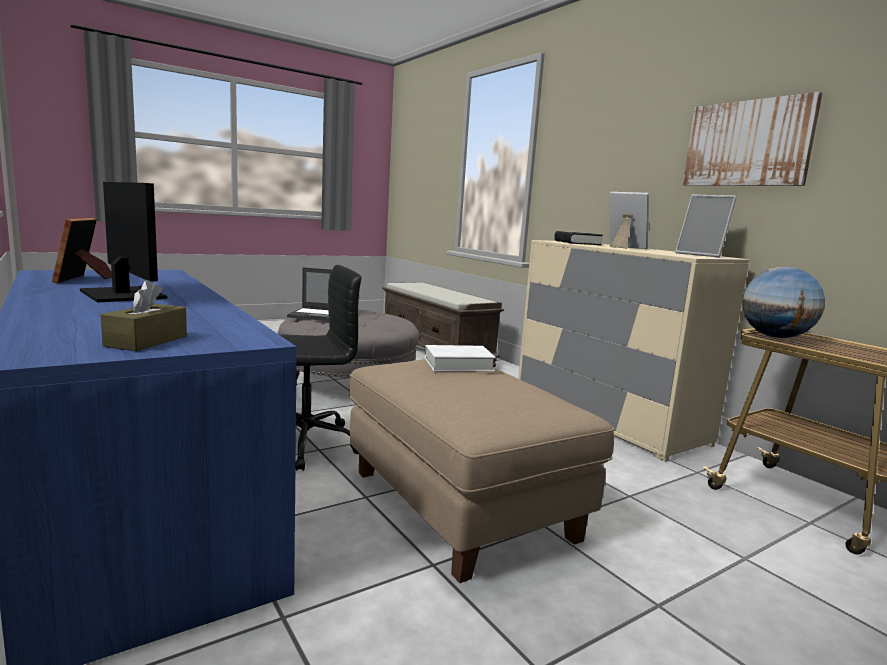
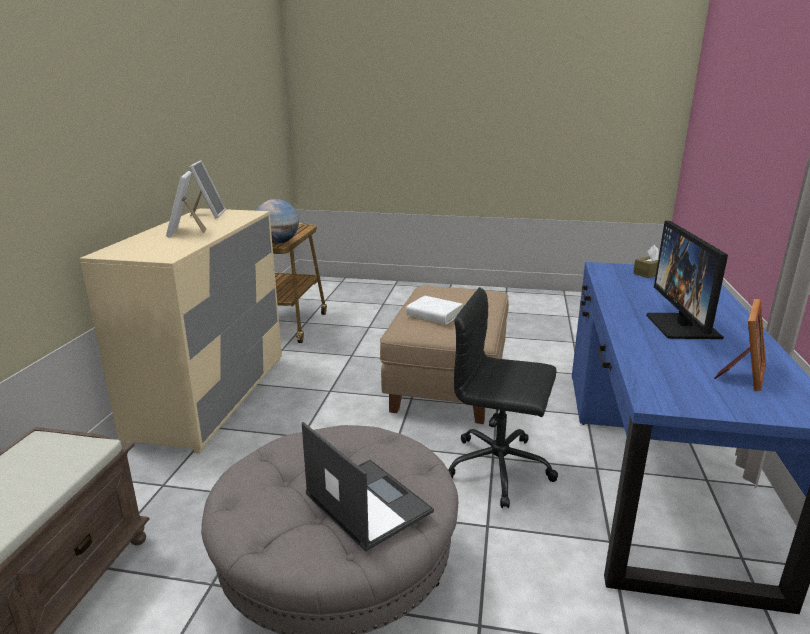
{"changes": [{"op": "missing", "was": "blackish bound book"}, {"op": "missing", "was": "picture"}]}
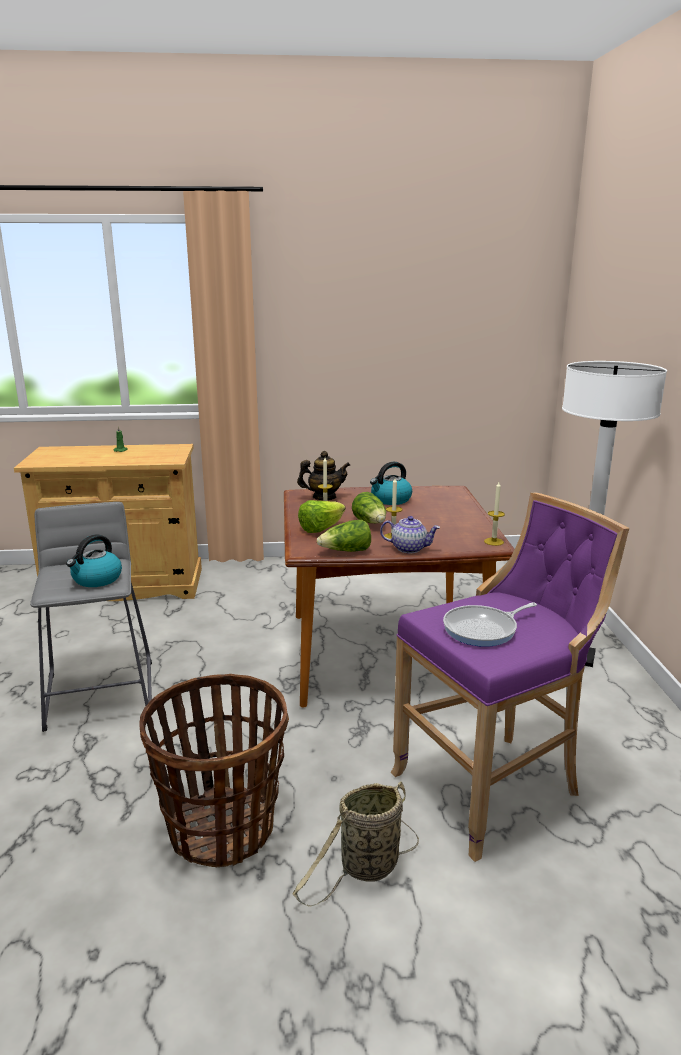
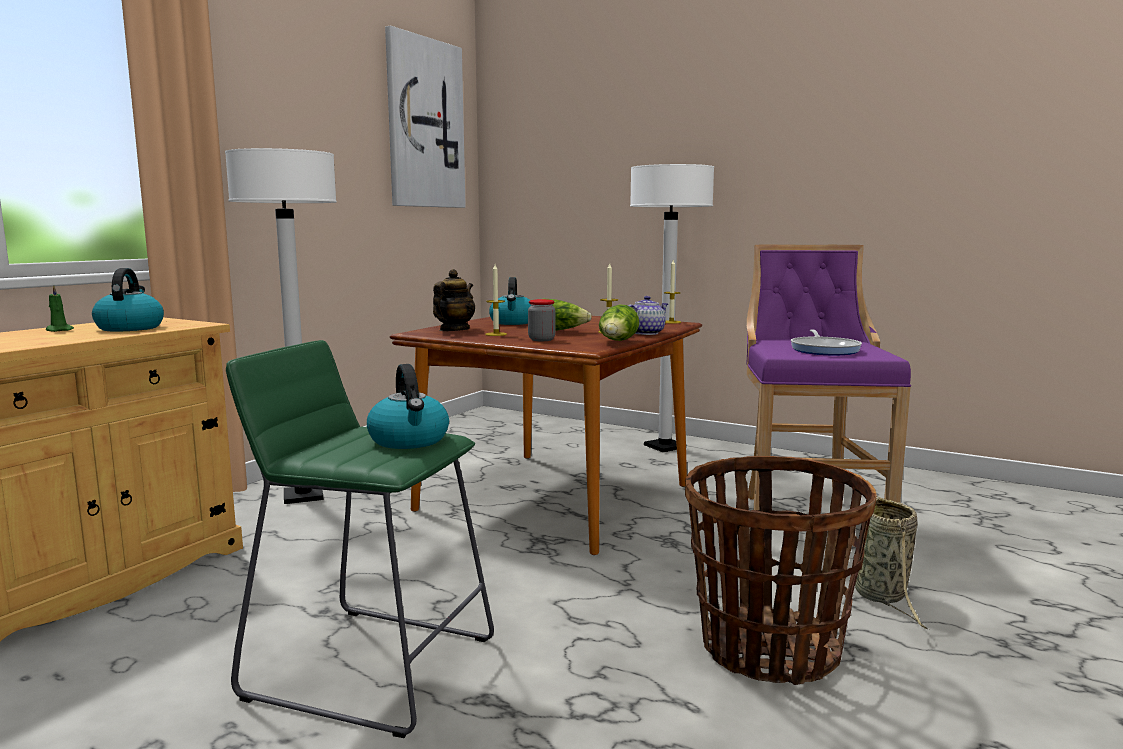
{"changes": [{"op": "colour", "was": "grey stool", "now": "green-coloured stool"}, {"op": "exchanged", "was": "head of lettuce (no. 1 from left)", "now": "jar"}, {"op": "appeared", "now": "water kettle (no. 1 from left)"}, {"op": "appeared", "now": "white standing lamp (no. 1 from left)"}, {"op": "appeared", "now": "picture"}]}
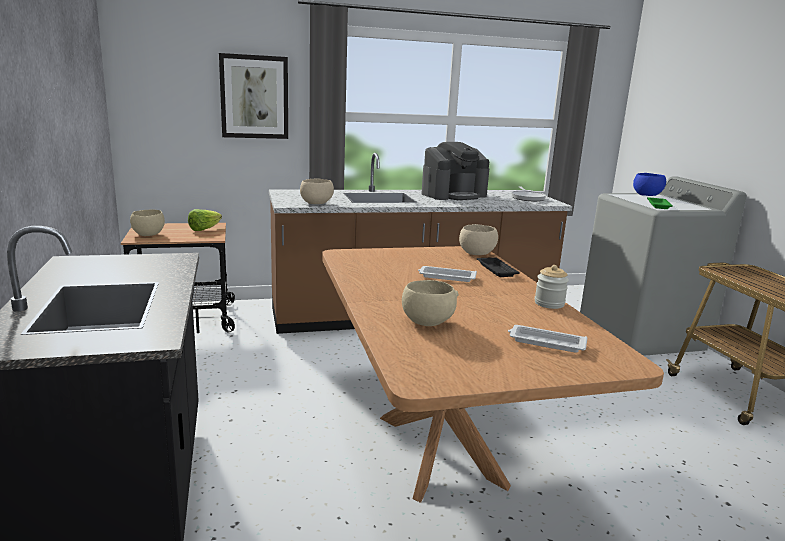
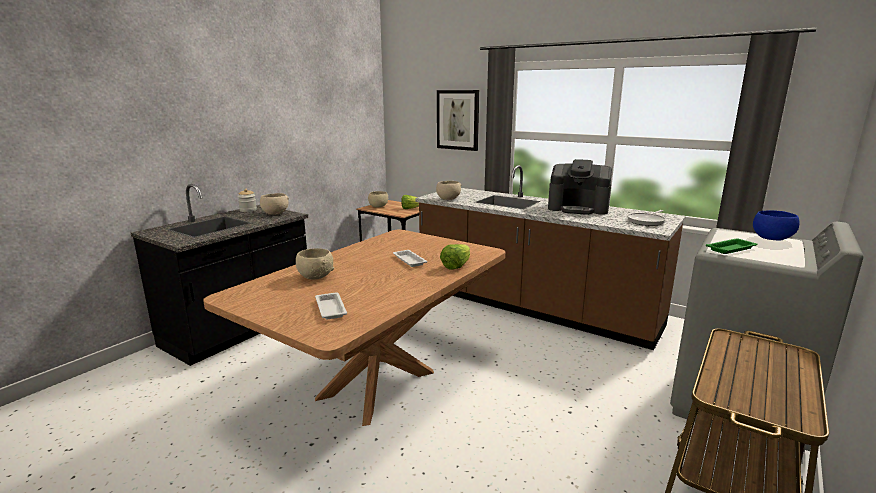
{"changes": [{"op": "relocated", "was": "beige-coloured deep dish (no. 4 from left in the first image)", "now": "beige-coloured deep dish (no. 1 from left)"}, {"op": "exchanged", "was": "blackish carrying tray", "now": "head of lettuce (no. 2 from left)"}, {"op": "relocated", "was": "jar"}]}
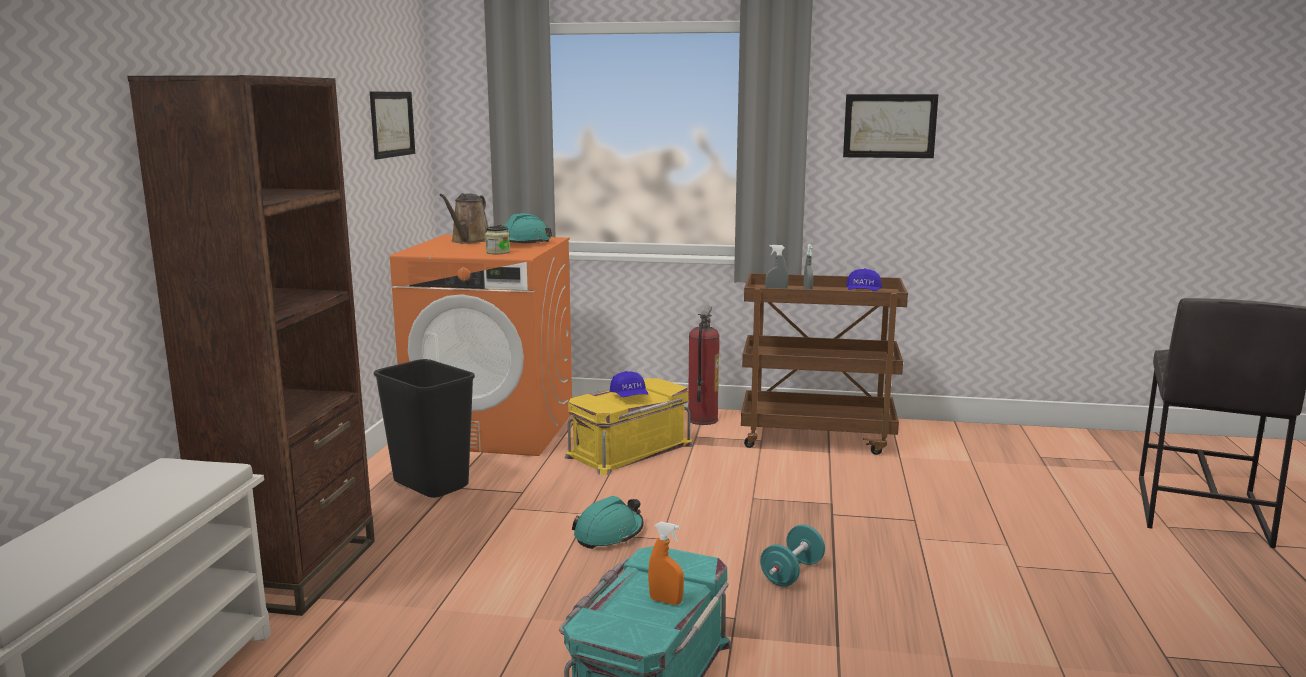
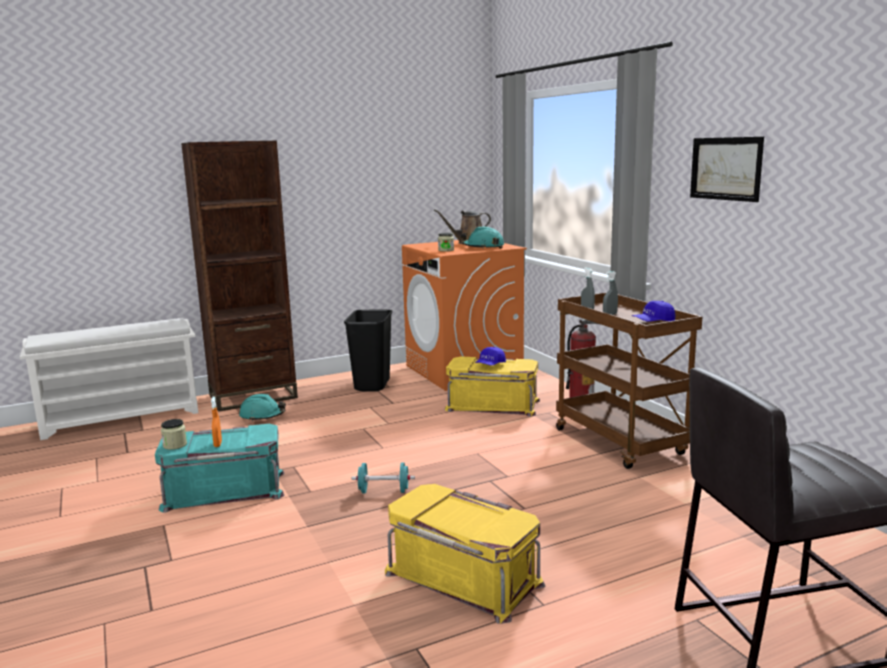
{"changes": [{"op": "missing", "was": "picture (no. 1 from left)"}, {"op": "relocated", "was": "turquoise hard hat (no. 2 from left in the first image)", "now": "turquoise hard hat (no. 1 from left)"}, {"op": "appeared", "now": "jar (no. 1 from left)"}, {"op": "appeared", "now": "yellow-coloured storage bin (no. 1 from left)"}]}
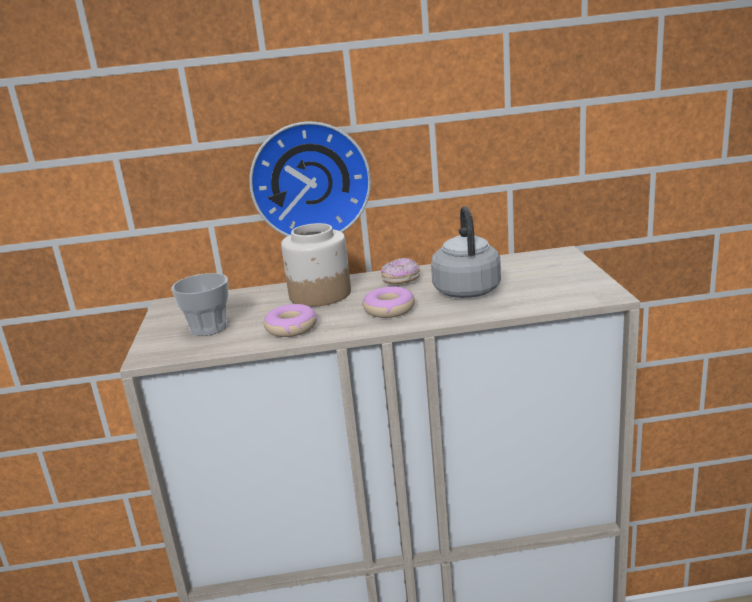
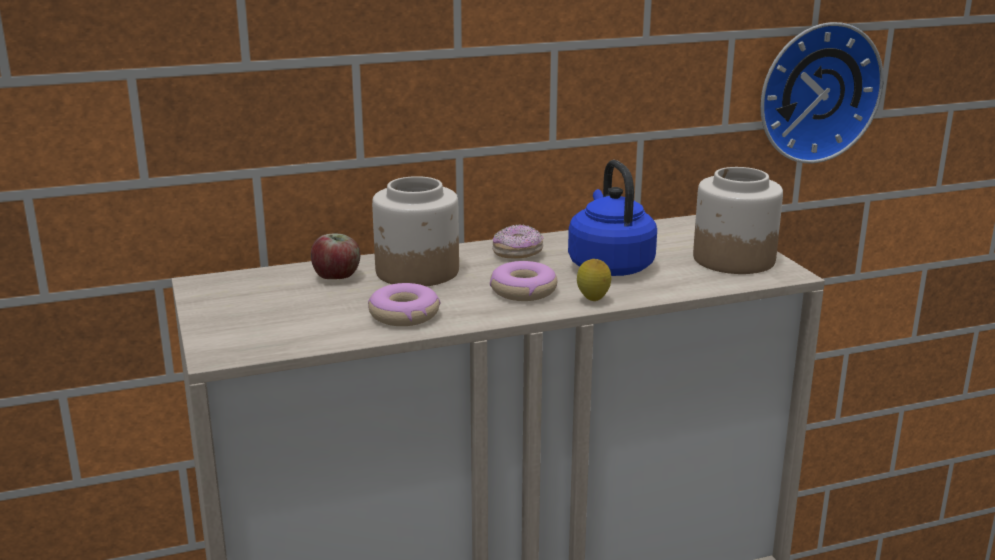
{"changes": [{"op": "missing", "was": "cup"}, {"op": "relocated", "was": "hanging clock"}, {"op": "colour", "was": "grey water kettle", "now": "bluish water kettle"}, {"op": "appeared", "now": "apple fruit"}, {"op": "appeared", "now": "whole lemon"}, {"op": "appeared", "now": "jar (no. 2 from left)"}]}
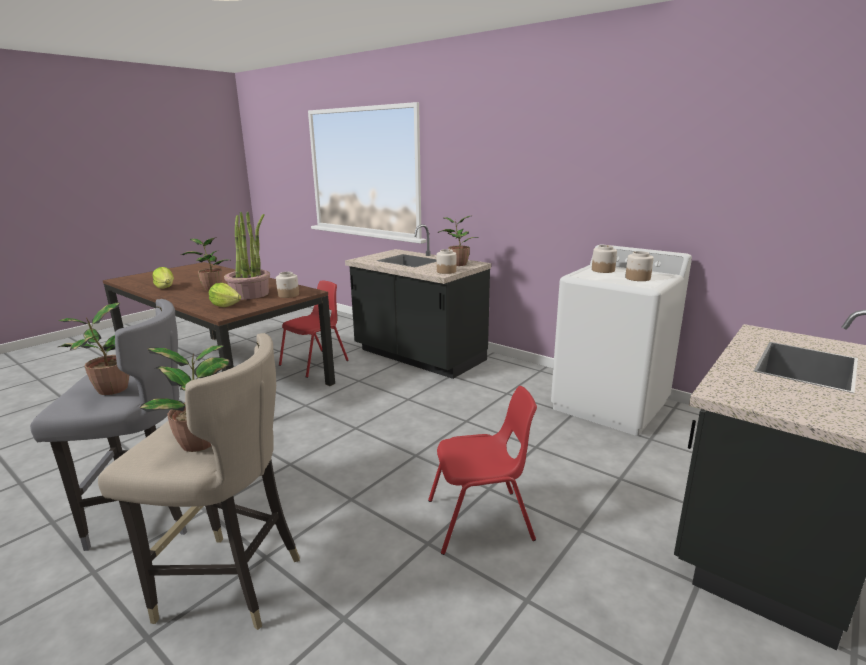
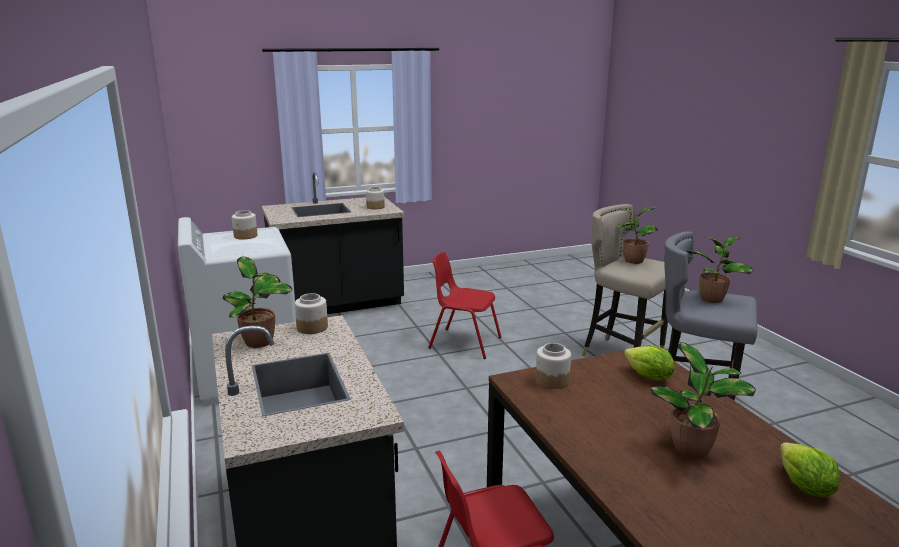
{"changes": [{"op": "missing", "was": "plant in a pot (no. 4 from left)"}, {"op": "relocated", "was": "jar (no. 3 from left)"}]}
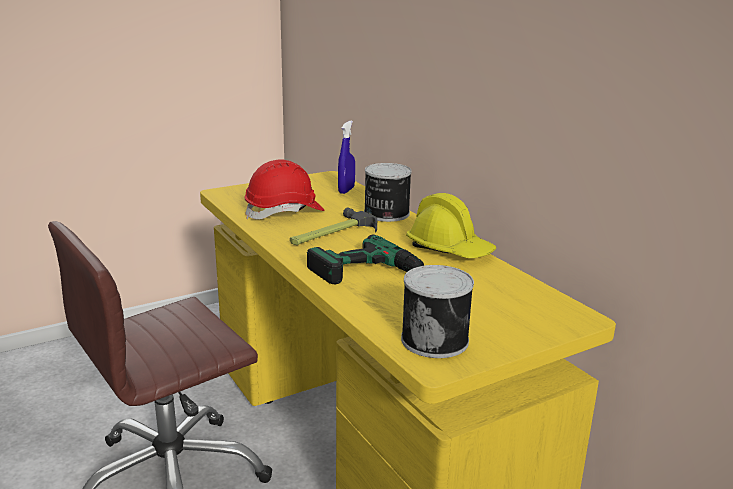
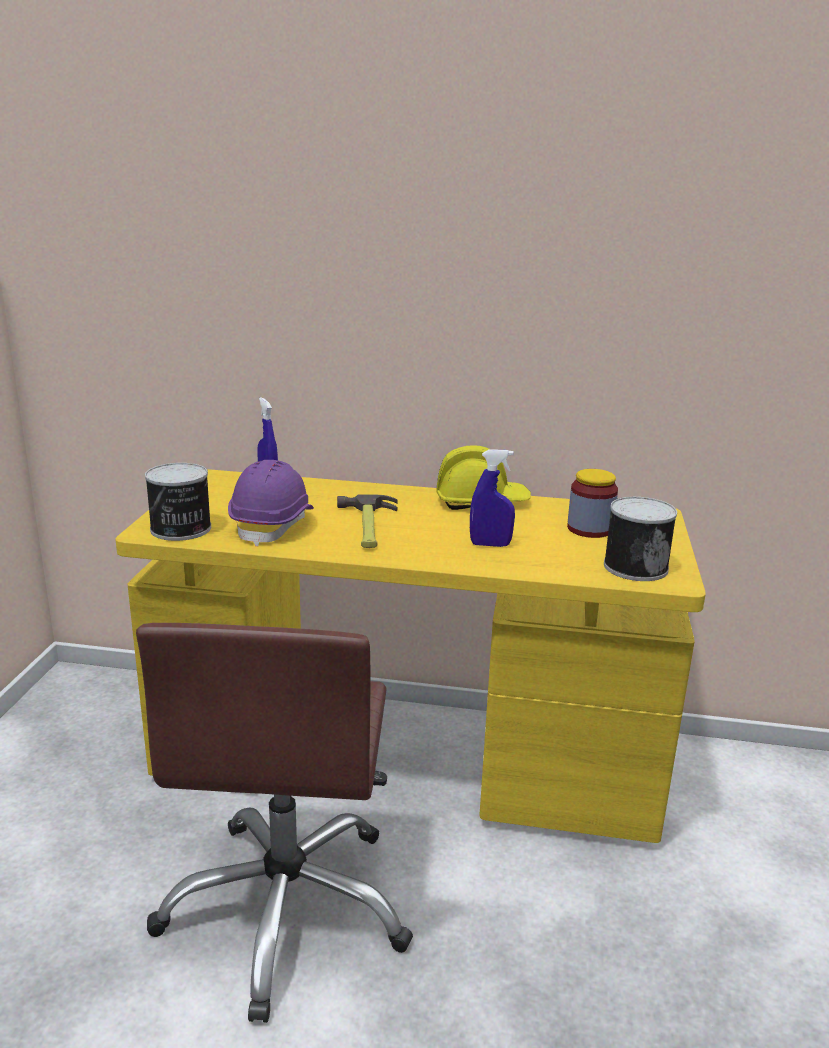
{"changes": [{"op": "colour", "was": "reddish hard hat", "now": "purple-coloured hard hat"}, {"op": "exchanged", "was": "drill", "now": "bluish hand sprayer (no. 2 from left)"}, {"op": "relocated", "was": "metal can (no. 1 from left)"}, {"op": "appeared", "now": "jar"}]}
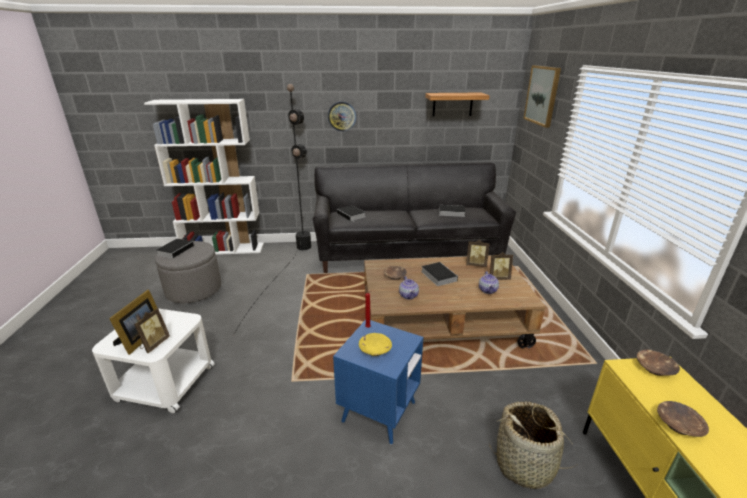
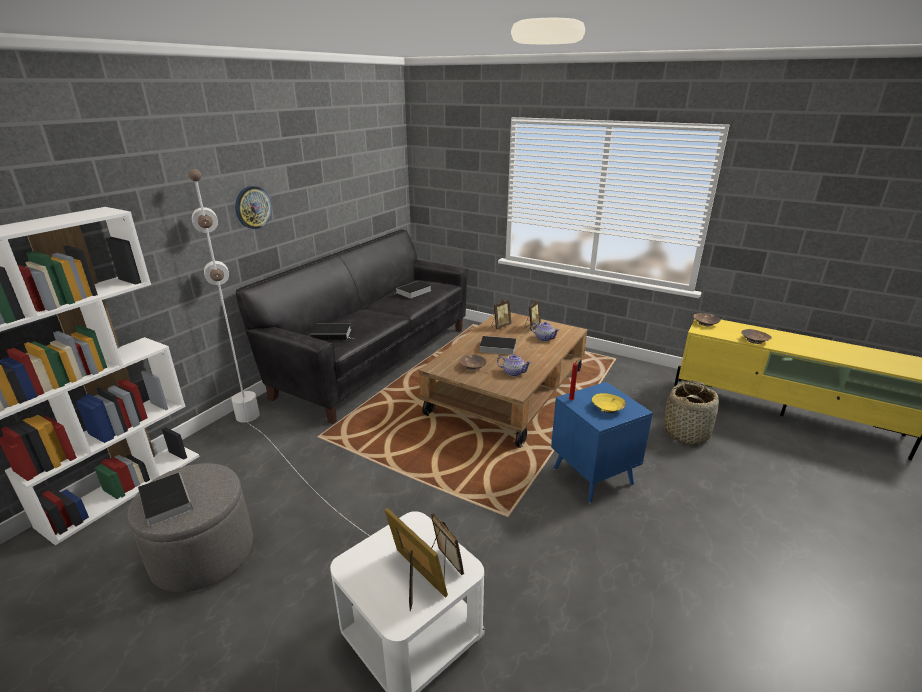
{"changes": [{"op": "colour", "was": "blackish standing lamp", "now": "white standing lamp"}, {"op": "missing", "was": "wall shelf"}, {"op": "missing", "was": "picture"}]}
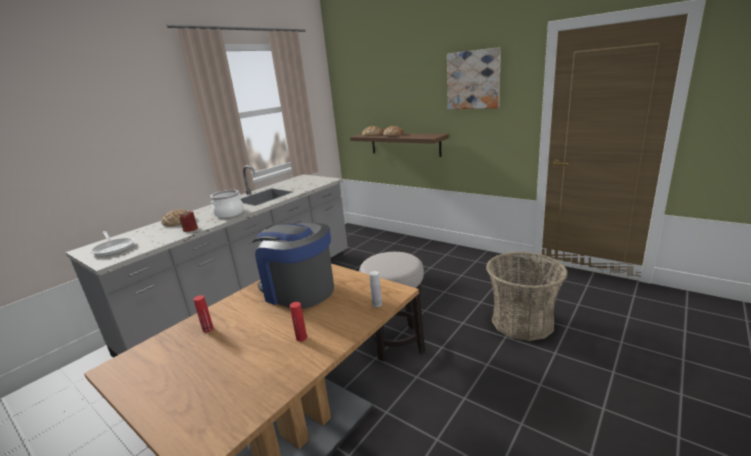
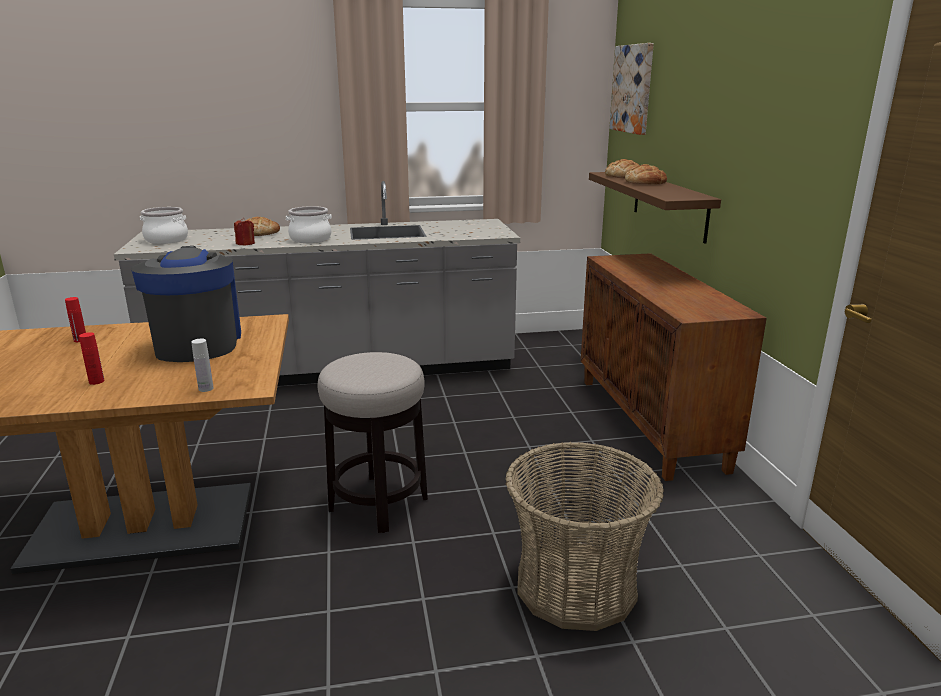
{"changes": [{"op": "exchanged", "was": "skillet", "now": "stockpot (no. 1 from left)"}, {"op": "relocated", "was": "picture"}, {"op": "appeared", "now": "brownish storage cabinet"}]}
